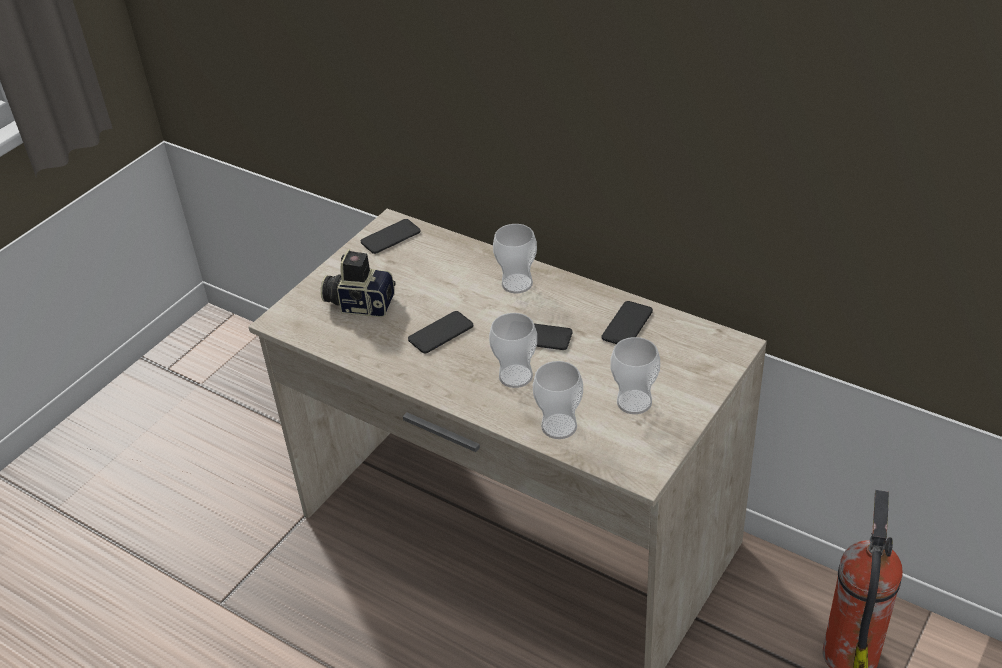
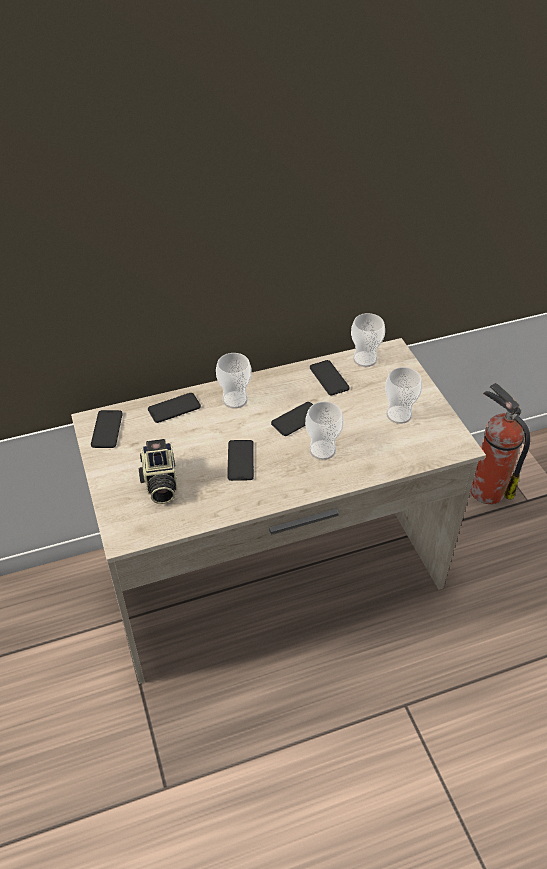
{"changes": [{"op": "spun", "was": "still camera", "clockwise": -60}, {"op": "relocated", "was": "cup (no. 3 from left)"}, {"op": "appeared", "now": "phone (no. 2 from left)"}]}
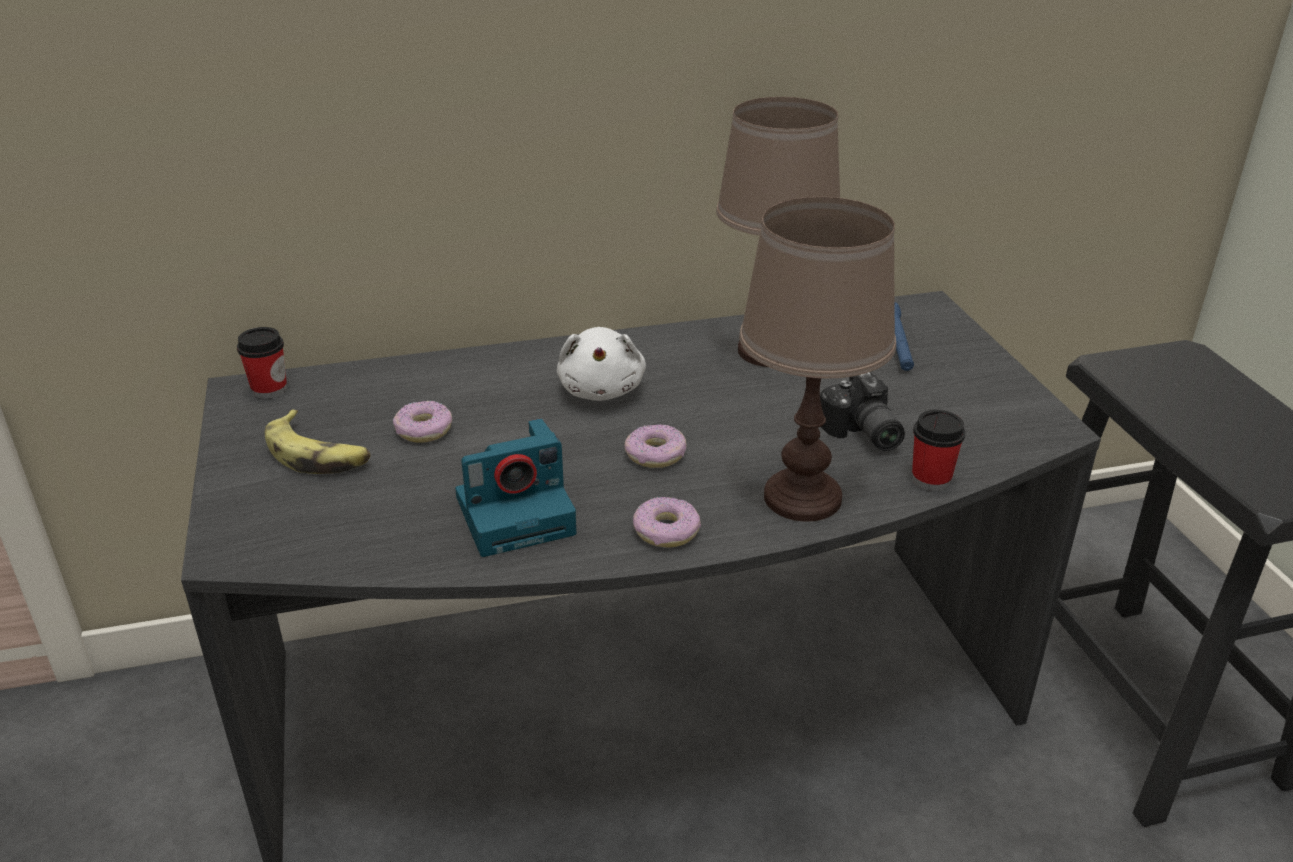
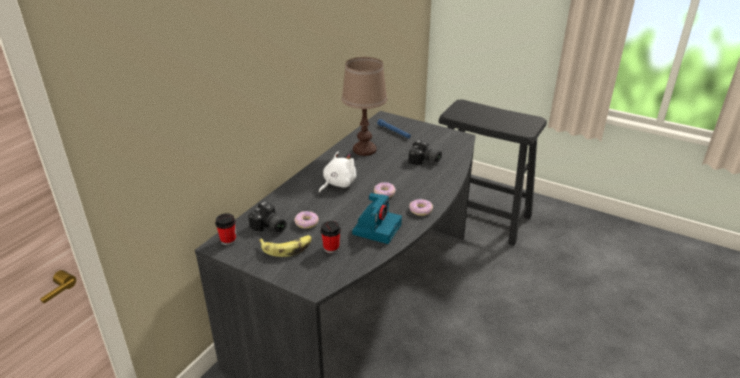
{"changes": [{"op": "spun", "was": "white plush toy", "clockwise": -90}, {"op": "missing", "was": "brownish lamp for a table (no. 2 from left)"}, {"op": "relocated", "was": "cup (no. 2 from left)"}, {"op": "appeared", "now": "still camera (no. 1 from left)"}]}
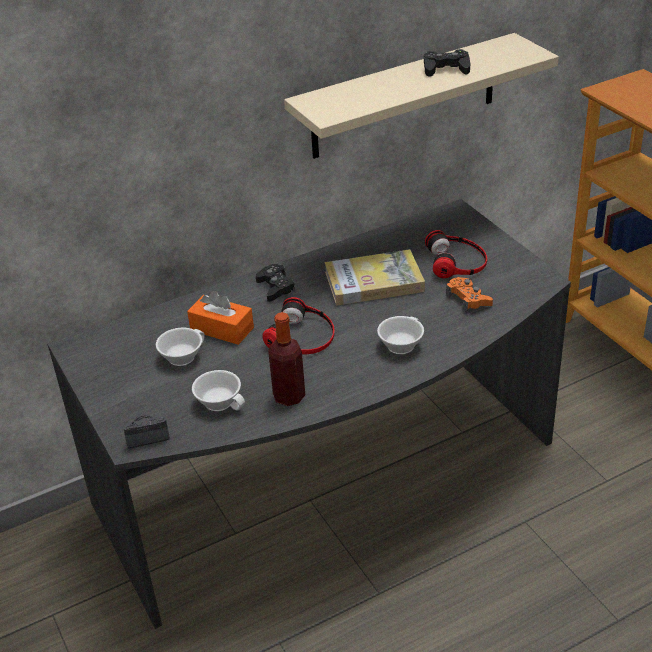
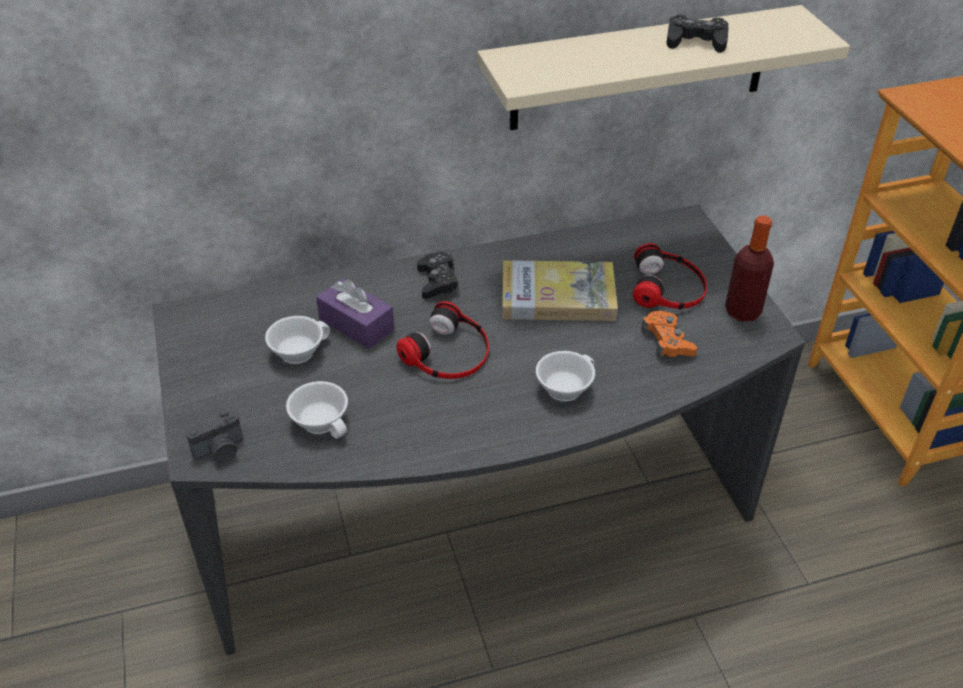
{"changes": [{"op": "spun", "was": "still camera", "clockwise": 150}, {"op": "colour", "was": "orange-coloured box of tissues", "now": "purple-coloured box of tissues"}, {"op": "relocated", "was": "beverage bottle"}]}
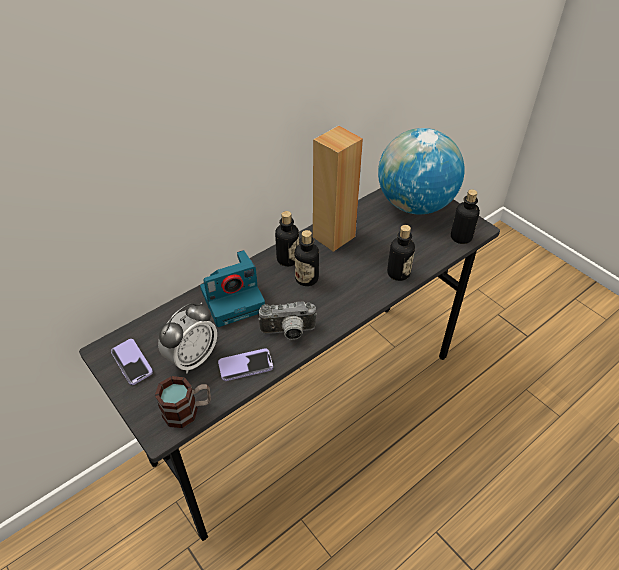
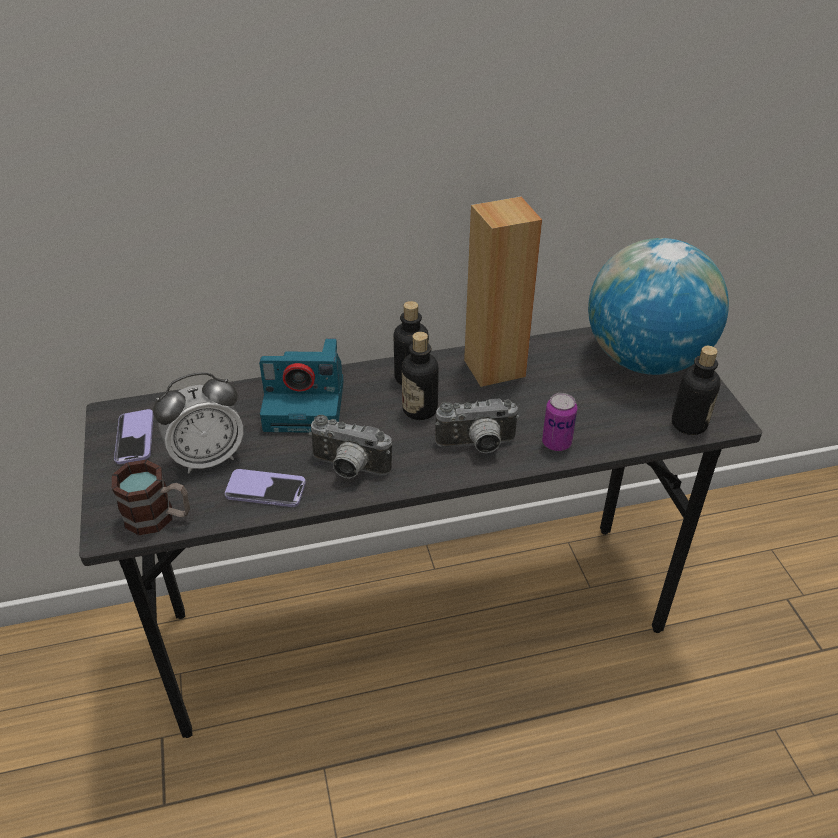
{"changes": [{"op": "exchanged", "was": "beverage bottle (no. 3 from left)", "now": "metal can"}, {"op": "appeared", "now": "still camera (no. 3 from left)"}]}
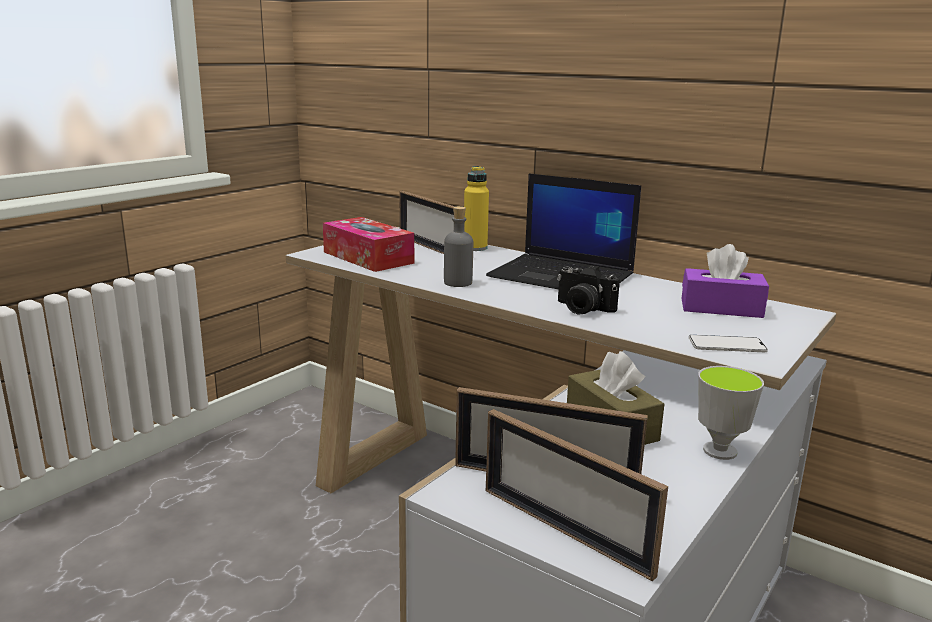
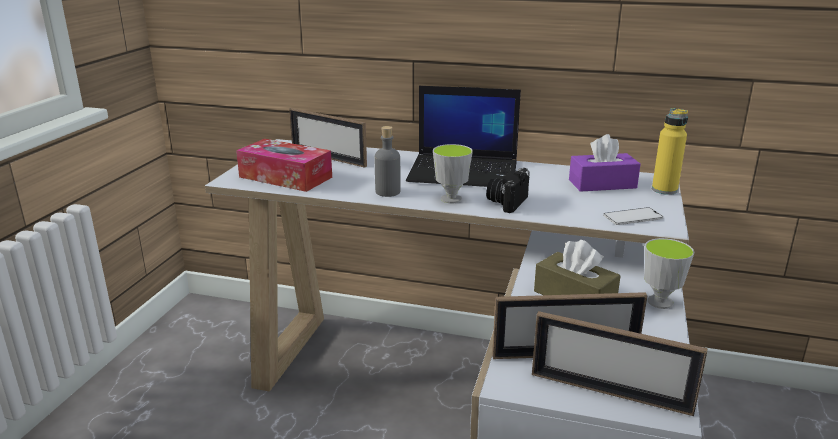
{"changes": [{"op": "relocated", "was": "yellow-coloured beverage bottle"}, {"op": "spun", "was": "still camera", "clockwise": 105}, {"op": "appeared", "now": "cup (no. 1 from left)"}]}
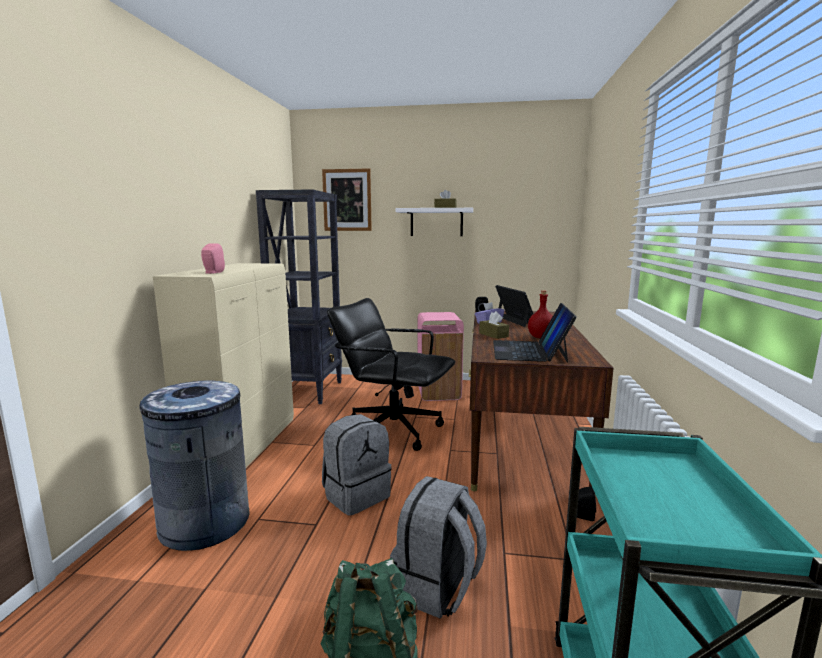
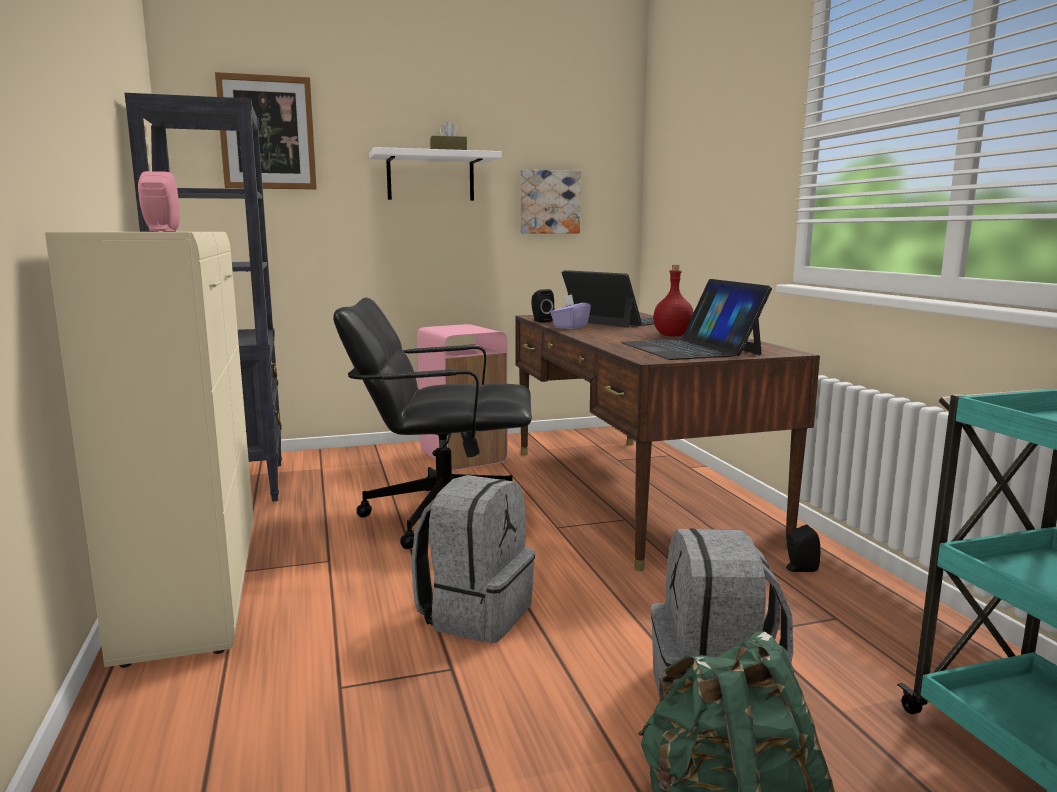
{"changes": [{"op": "missing", "was": "grey trash can"}, {"op": "missing", "was": "brownish box of tissues (no. 2 from left)"}, {"op": "appeared", "now": "picture (no. 2 from left)"}]}
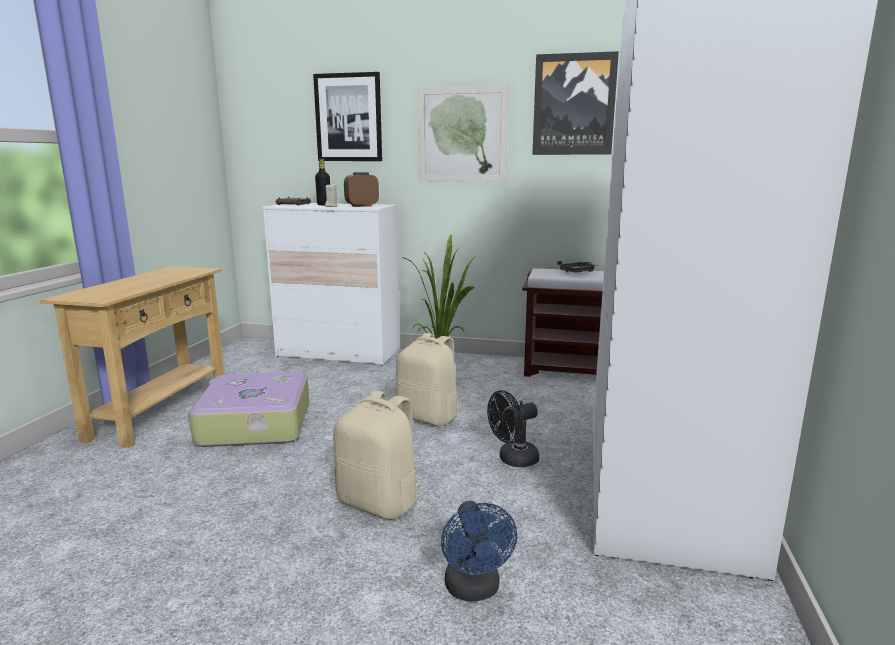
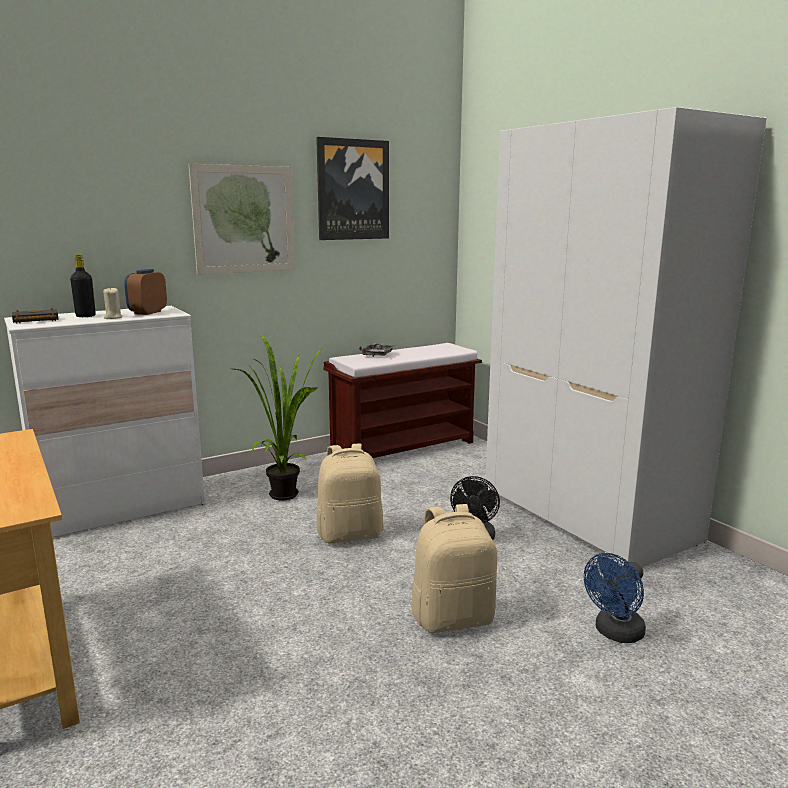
{"changes": [{"op": "missing", "was": "suitcase"}, {"op": "missing", "was": "picture (no. 1 from left)"}, {"op": "spun", "was": "bluish electric fan", "clockwise": 105}]}
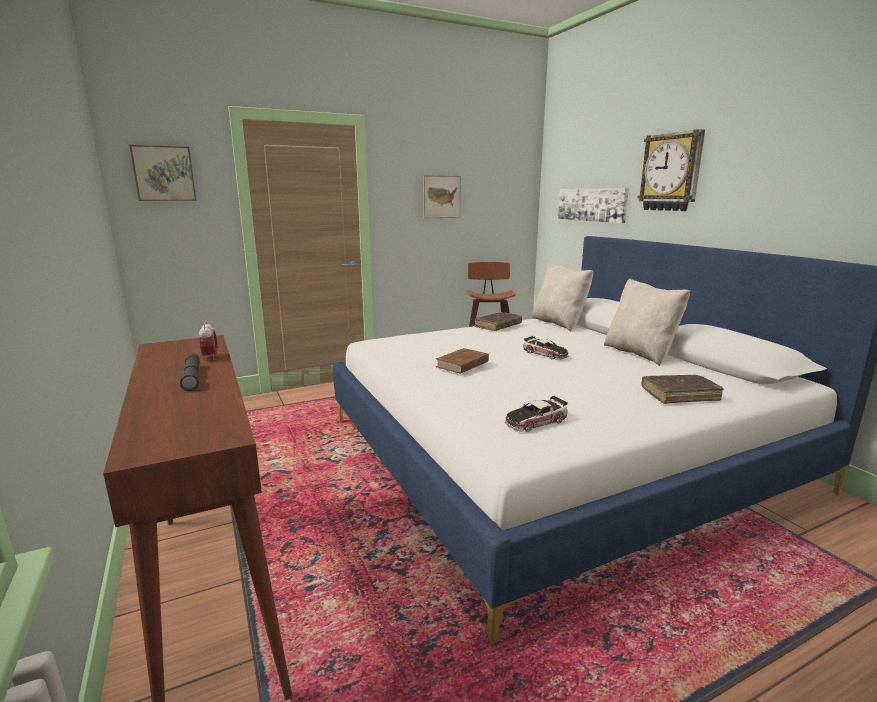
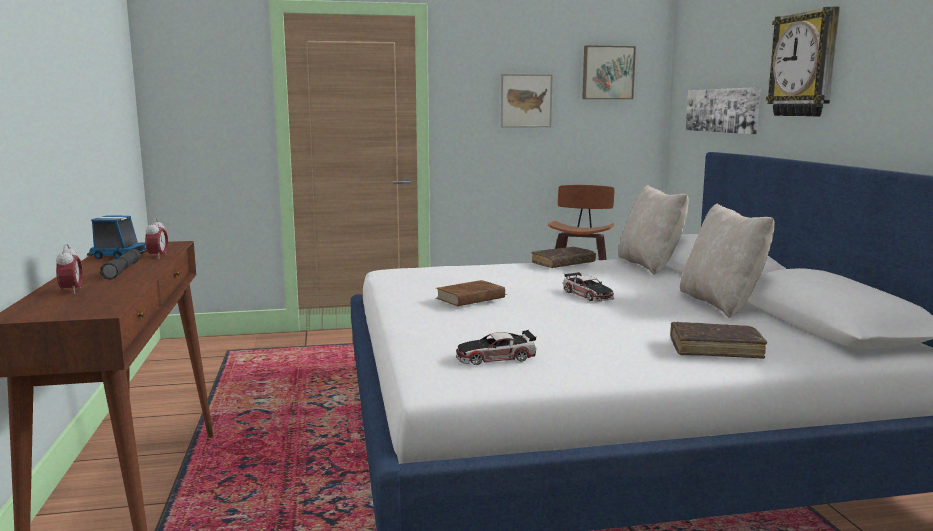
{"changes": [{"op": "relocated", "was": "picture (no. 1 from left in the first image)", "now": "picture (no. 2 from left)"}, {"op": "appeared", "now": "alarm clock (no. 1 from left)"}, {"op": "appeared", "now": "model truck"}]}
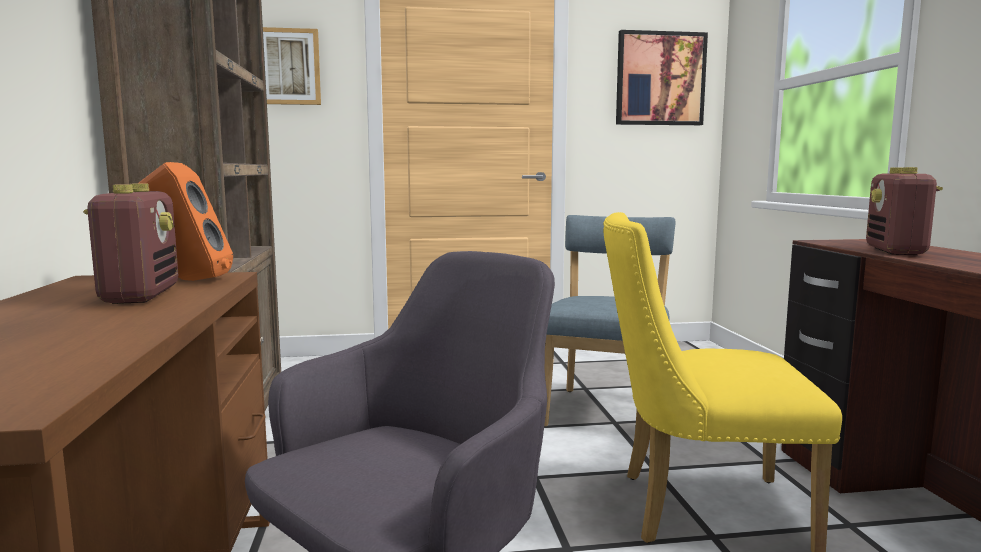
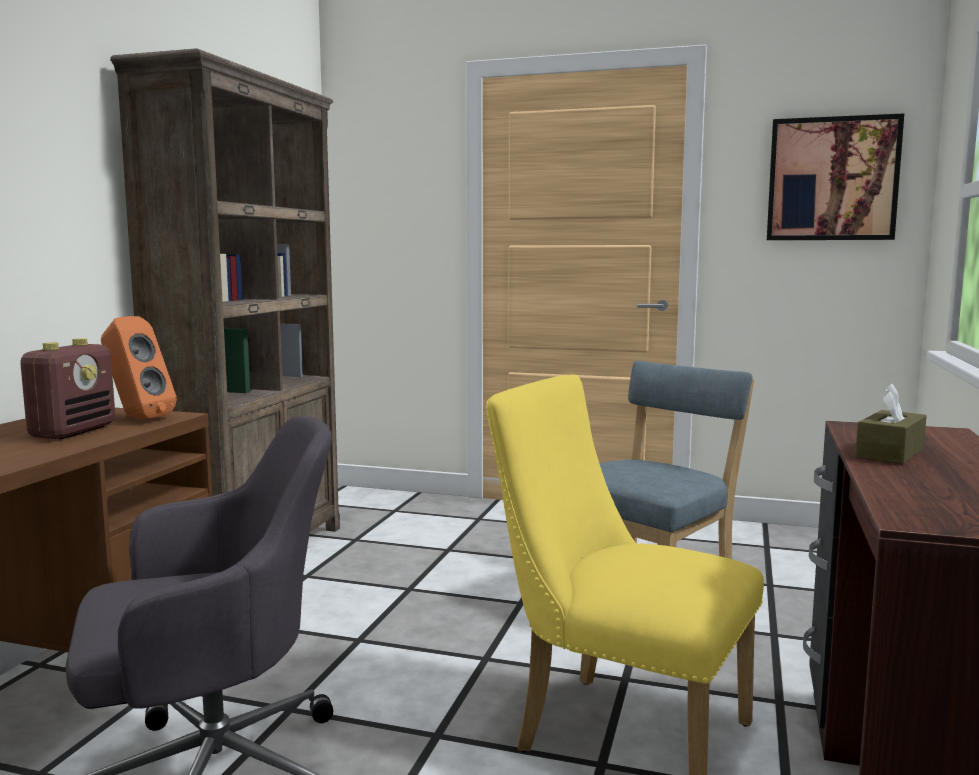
{"changes": [{"op": "missing", "was": "picture (no. 1 from left)"}, {"op": "exchanged", "was": "radio (no. 2 from left)", "now": "brownish box of tissues"}]}
